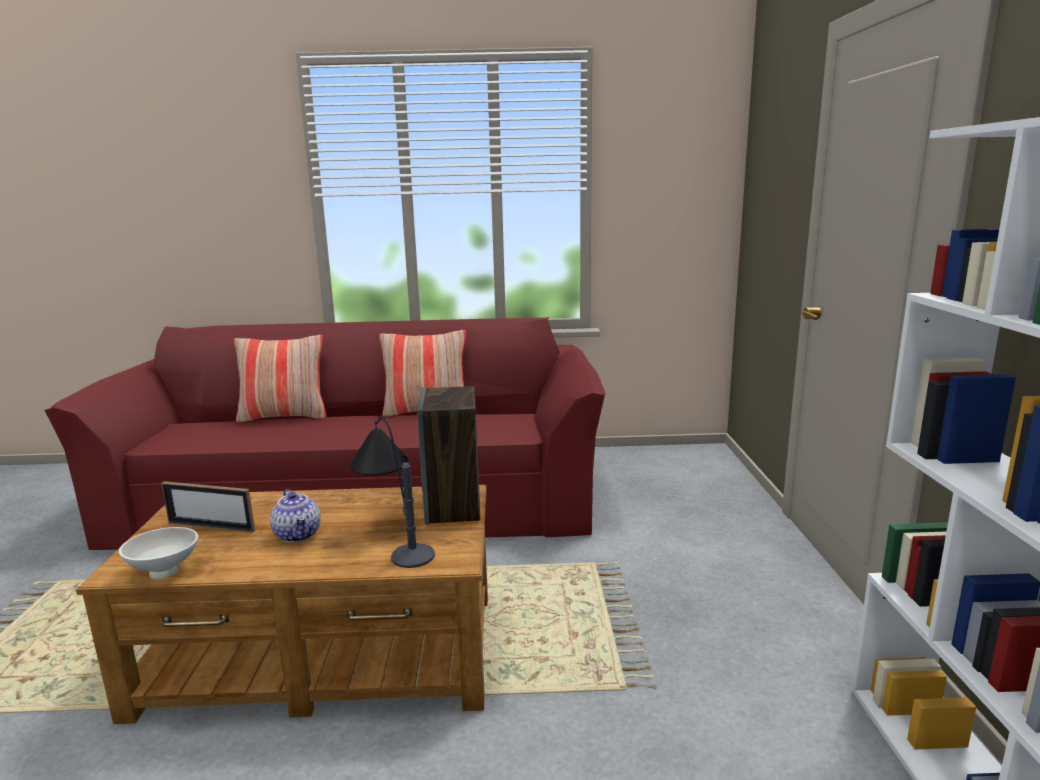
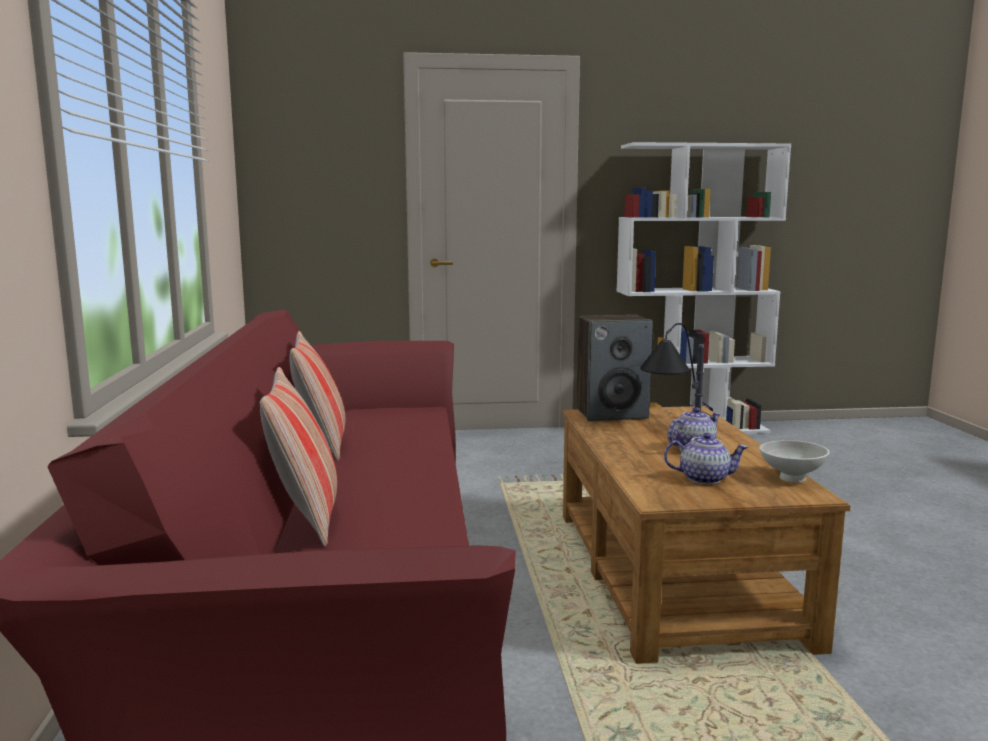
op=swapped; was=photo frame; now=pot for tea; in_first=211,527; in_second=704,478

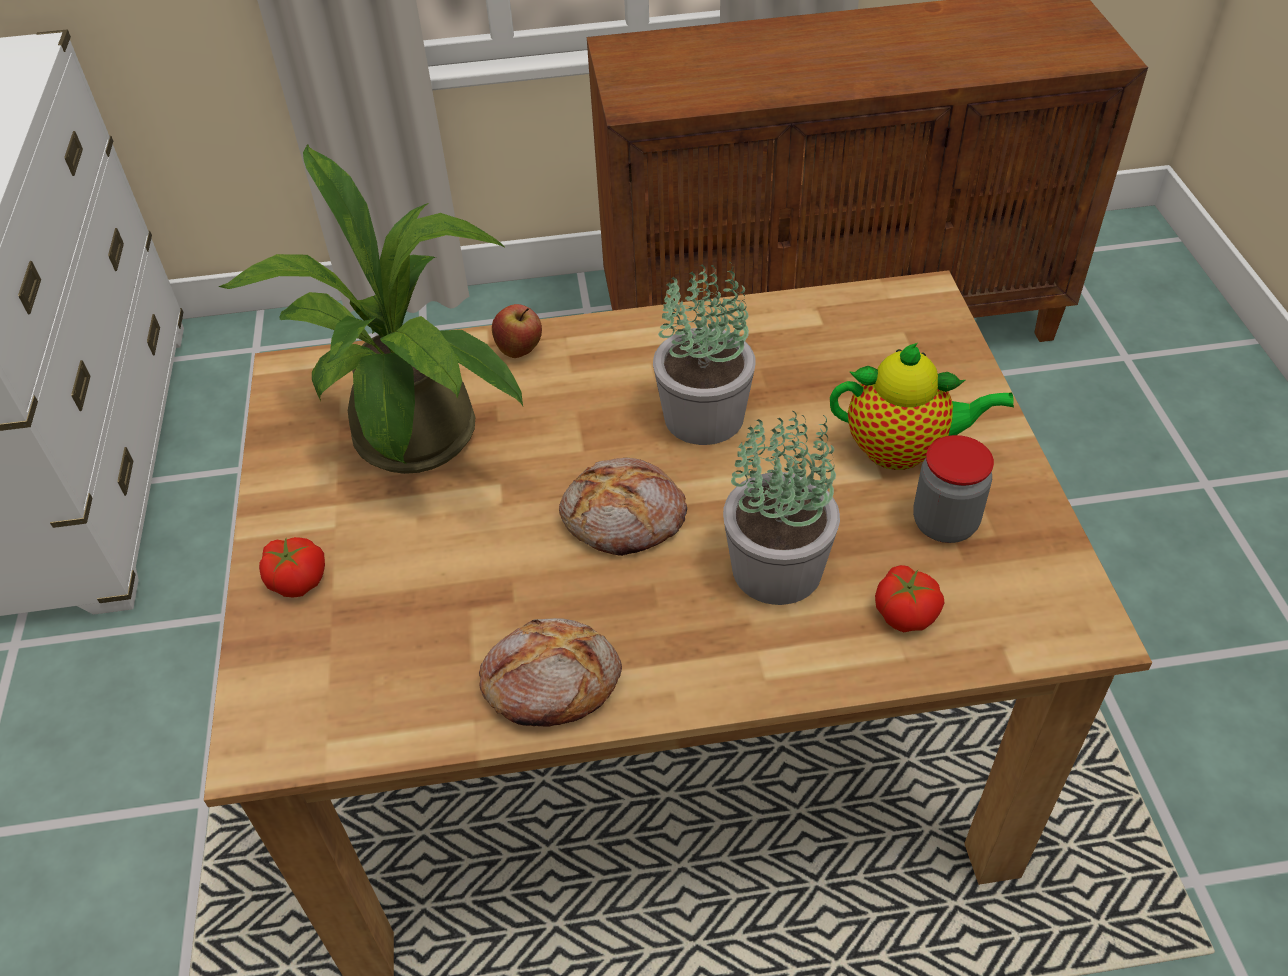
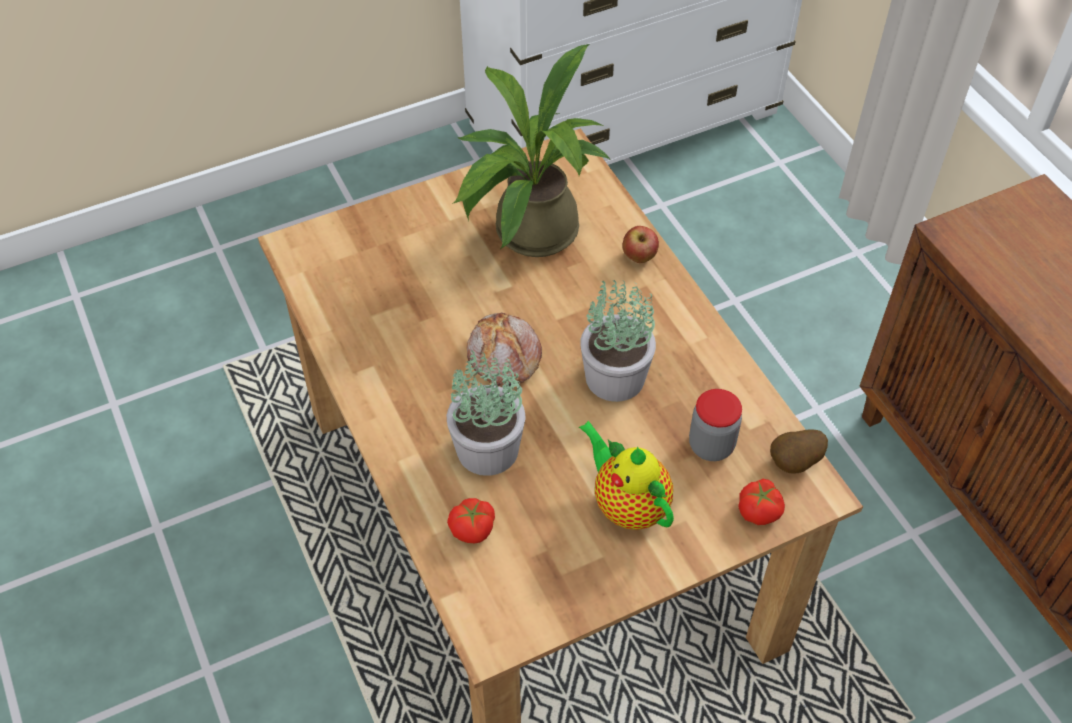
op=shifted; was=whole tomato; in_first=297,579; in_second=759,510
op=gone; was=baked bread; in_first=550,681
op=rotated; was=pot for tea; in_first=903,450; in_second=627,504; clockwise=150
op=shifted; was=preserve jar; in_first=944,523; in_second=711,445
op=new; now=spud; in_second=795,463

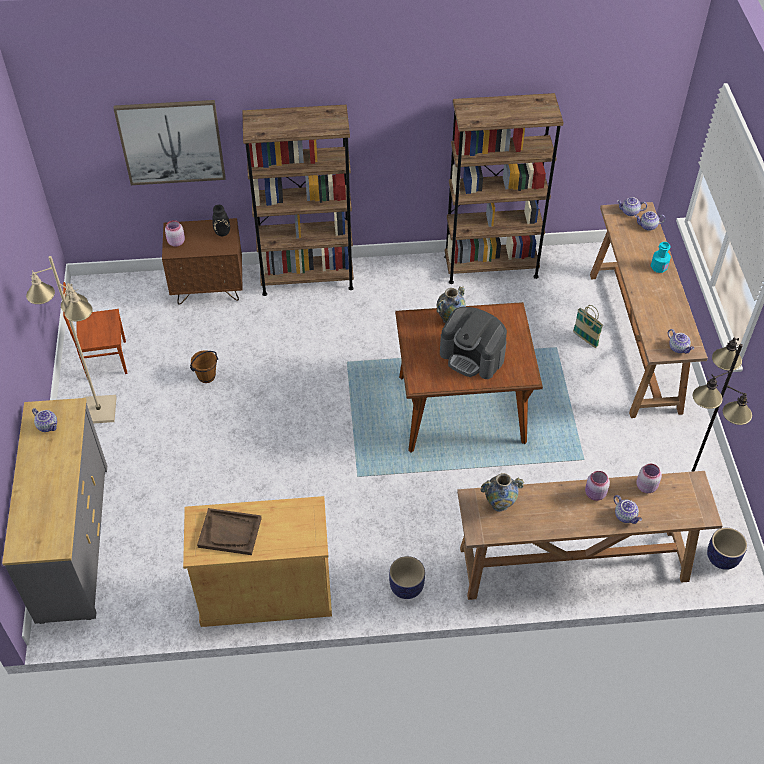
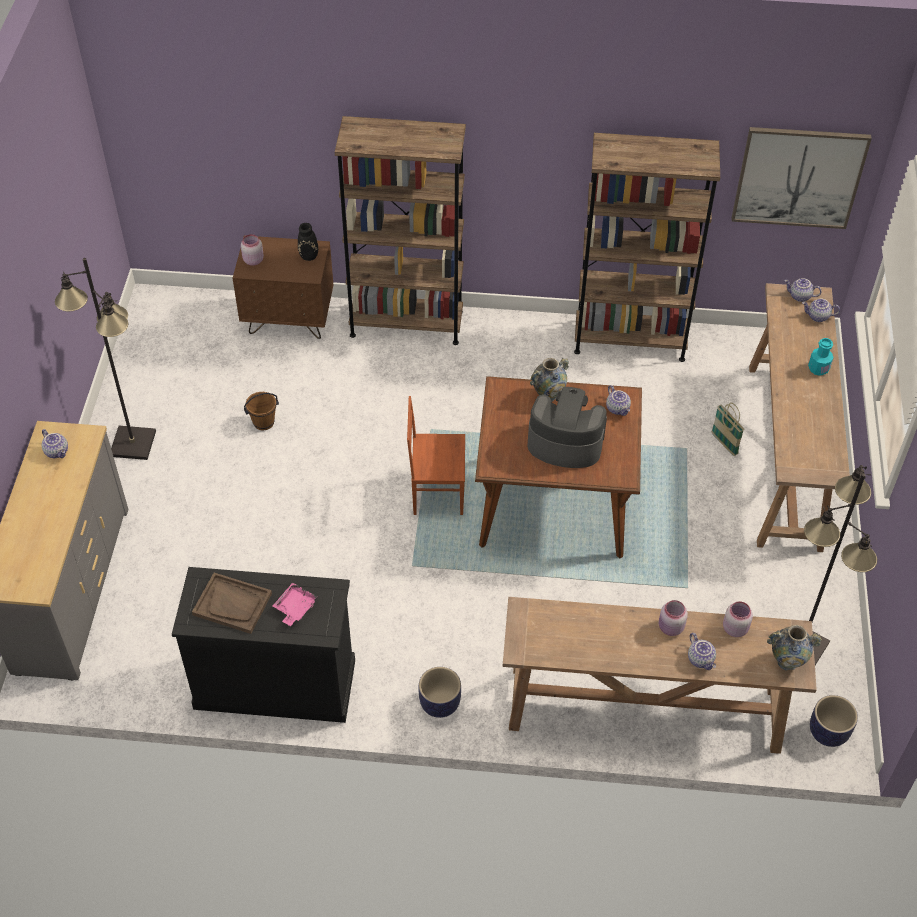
op=repainted; was=standard lamp in beige; now=standard lamp in black; in_first=98,410; in_second=132,443
op=shifted; was=chair in brown; in_first=105,359; in_second=437,492
op=shifted; was=wall picture; in_first=171,142; in_second=799,177
op=repainted; was=cupboard in beige; now=cupboard in black; in_first=265,593; in_second=275,683
op=rotated; was=coffee machine; in_first=472,356; in_second=564,443; clockwise=150
op=shifted; was=vase; in_first=499,505; in_second=787,662
op=shifted; was=pot for tea; in_first=678,348; in_second=618,408
op=new; now=tray in pink-coloured; in_second=295,607

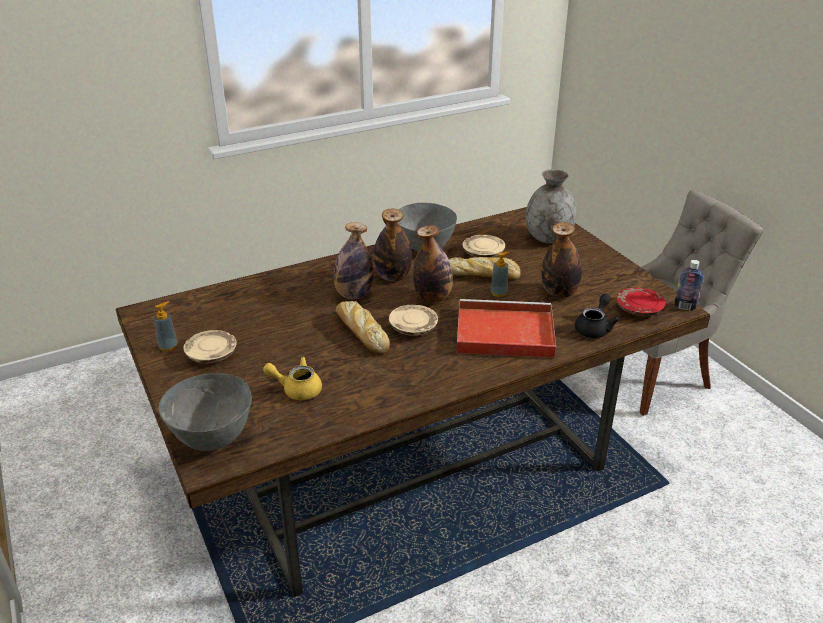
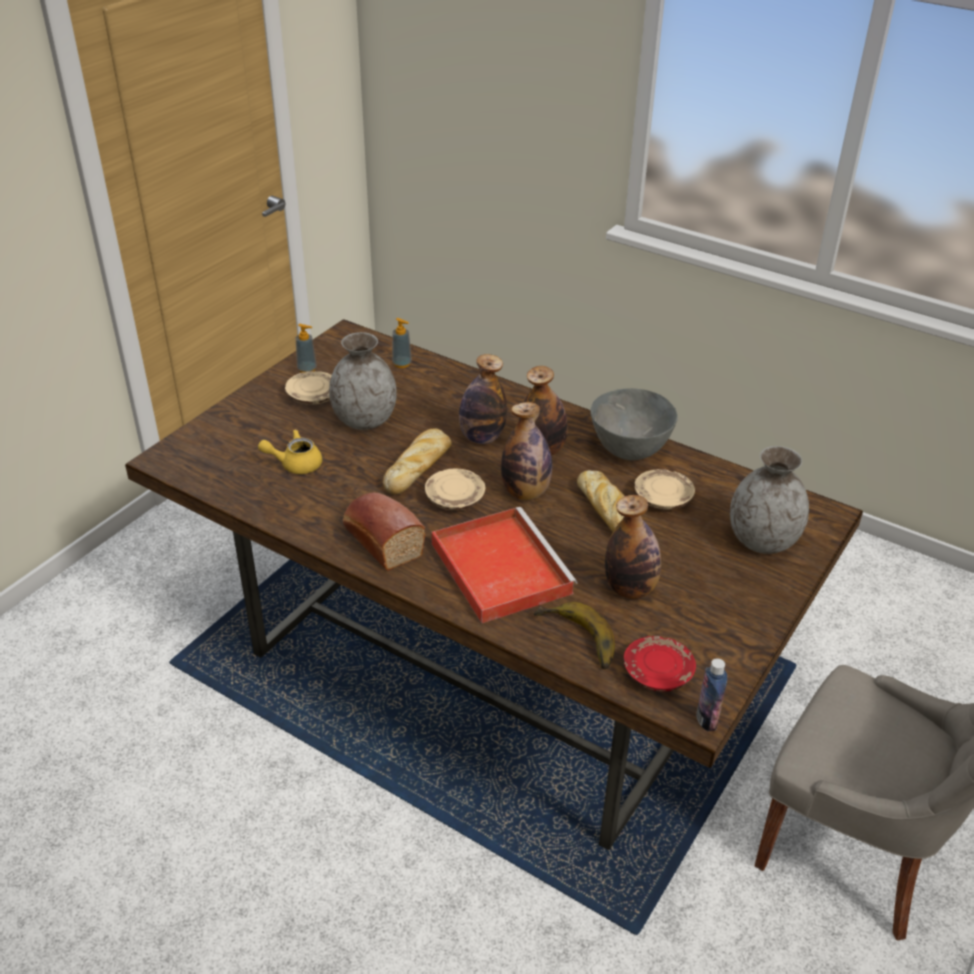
op=gone; was=deep dish in grey; in_first=212,438
op=rotated; was=pot for tea in yellowish; in_first=297,389; in_second=295,464; clockwise=-75
op=shifted; was=liquid soap bottle; in_first=498,293; in_second=402,364
op=swapped; was=pot for tea in black; now=whole banana; in_first=594,328; in_second=575,641
op=new; now=vase in grey; in_second=365,420
op=new; now=baked bread; in_second=381,540

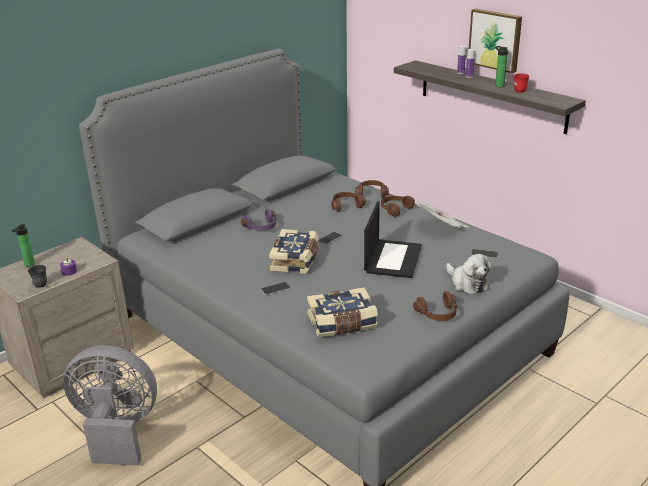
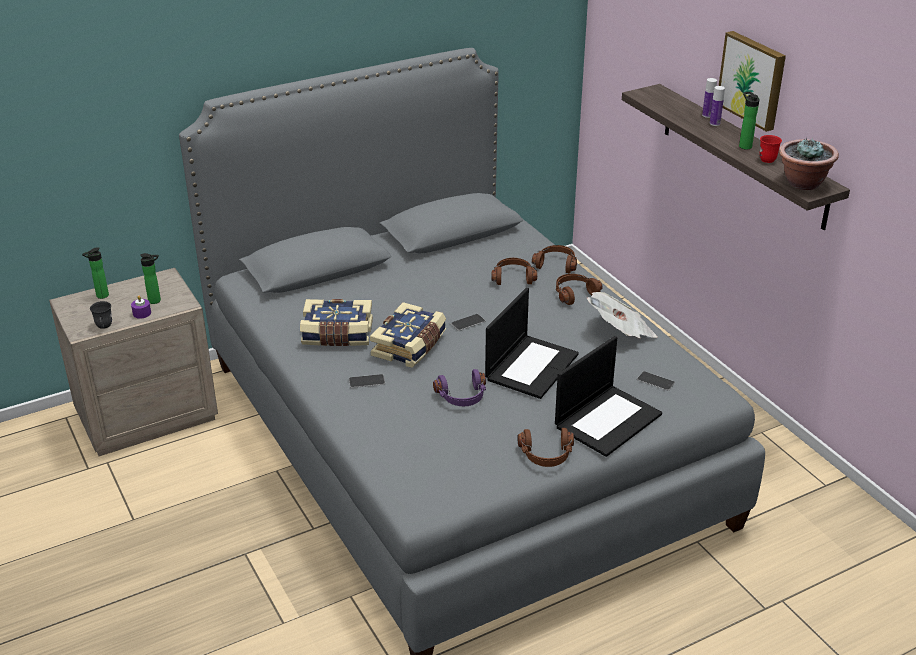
op=gone; was=fan in grey; in_first=117,430
op=shifted; was=pair of headphones in purplish; in_first=262,227; in_second=462,397
op=shifted; was=volume; in_first=342,323; in_second=337,335
op=swapped; was=plush toy; now=laptop; in_first=467,283; in_second=608,419
op=new; now=drink bottle; in_second=156,301
op=new; now=plant in a pot; in_second=802,183

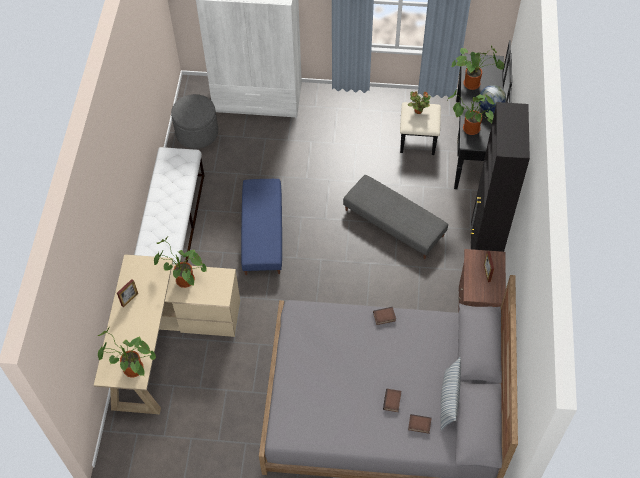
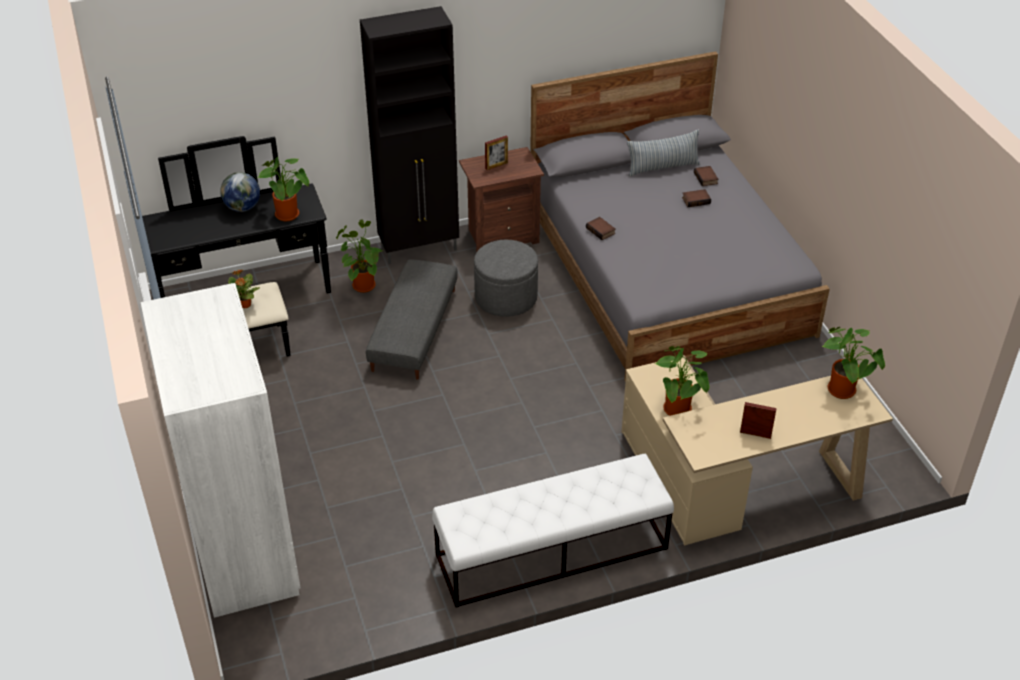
op=shifted; was=footrest in grey; in_first=197,132; in_second=506,297
op=gone; was=footrest in bluish; in_first=262,232
op=shifted; was=plant in a pot; in_first=473,83; in_second=362,285

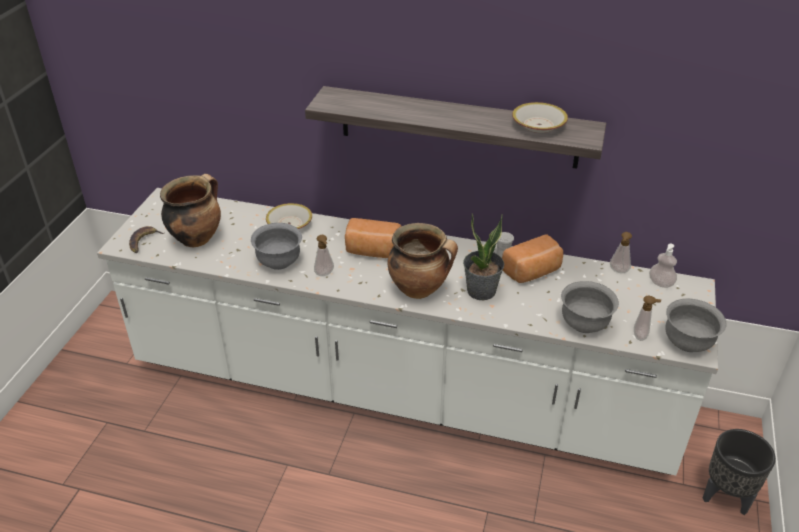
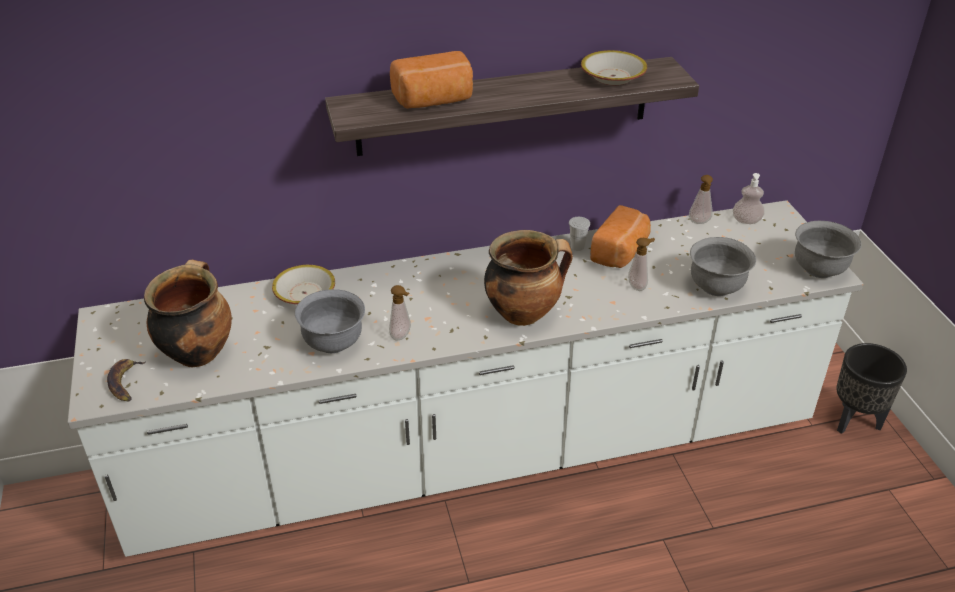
op=shifted; was=baked bread; in_first=372,251; in_second=434,100
op=gone; was=plant in a pot; in_first=481,291
op=shifted; was=liquid soap bottle; in_first=641,336; in_second=638,286

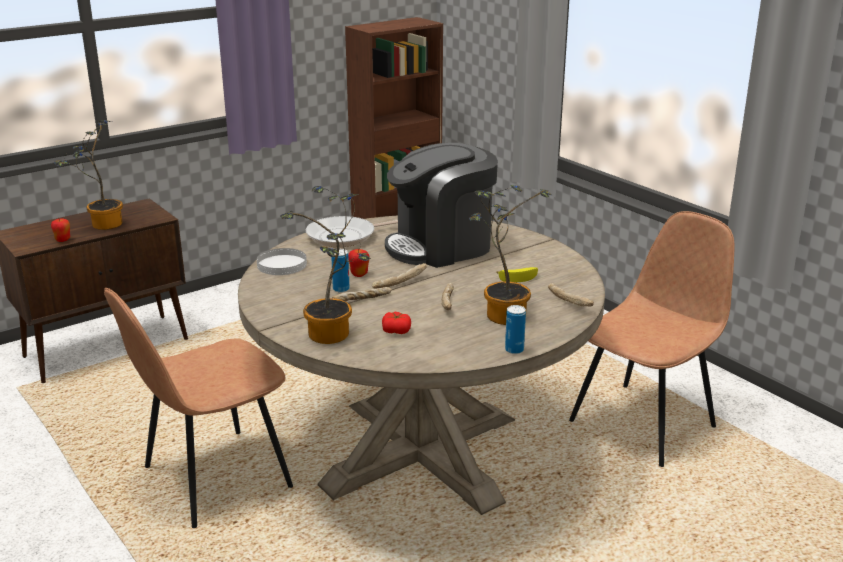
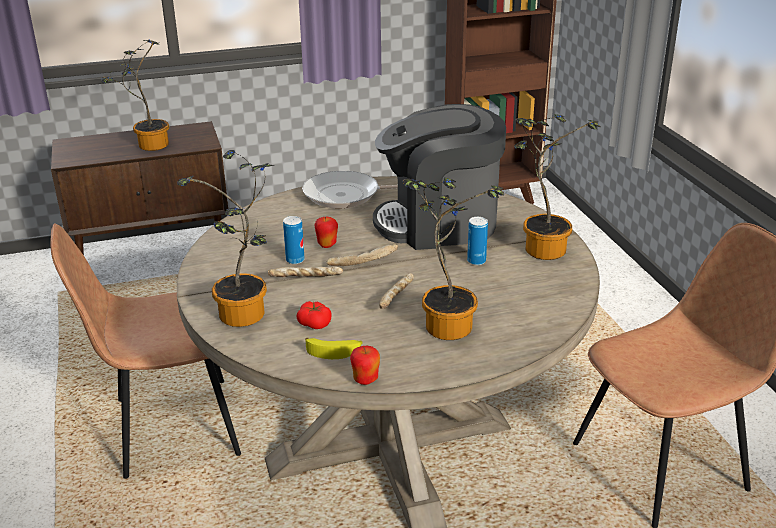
op=shifted; was=apple fruit; in_first=63,240; in_second=365,380
op=gone; was=flat dish in whitish; in_first=281,264
op=shifted; was=whole banana; in_first=519,277; in_second=334,351
op=shifted; was=can; in_first=514,350; in_second=476,261
op=gone; was=baked bread; in_first=569,301
op=new; now=plant in a pot; in_second=542,247

